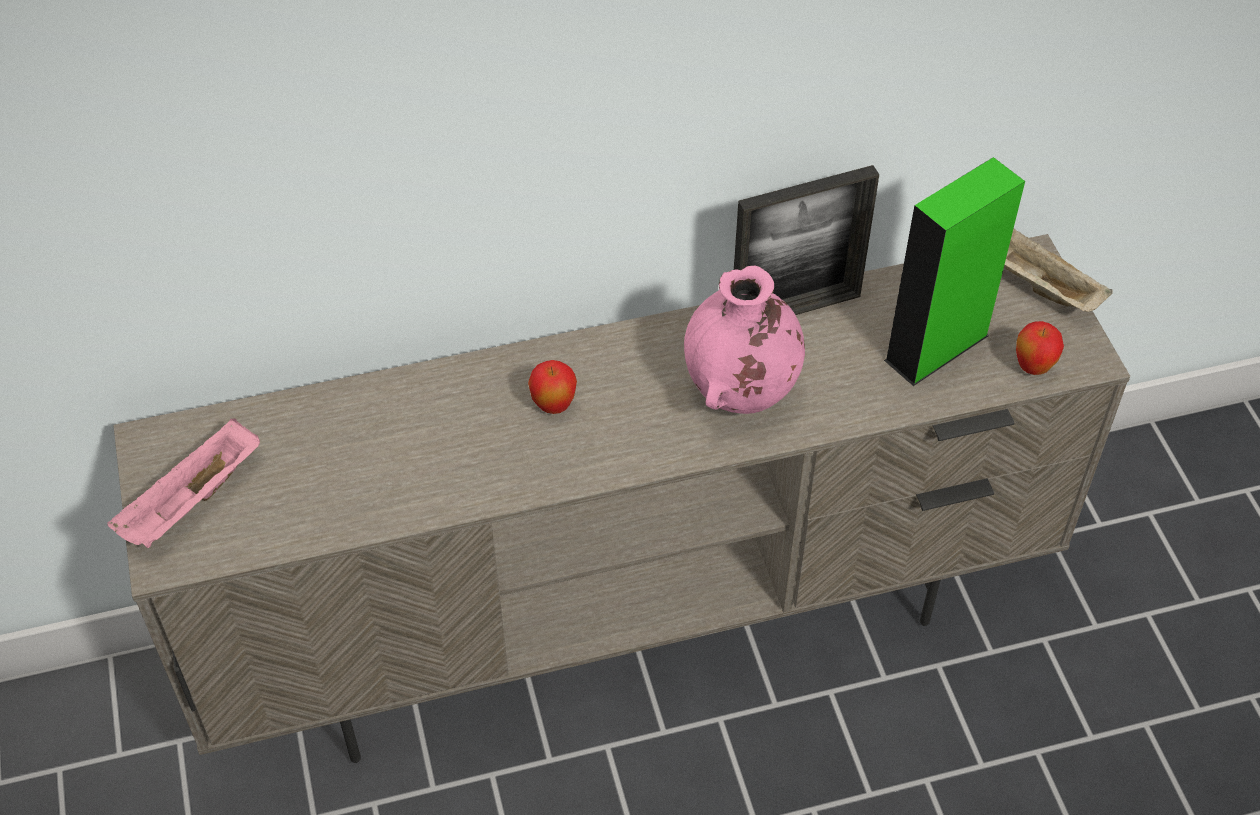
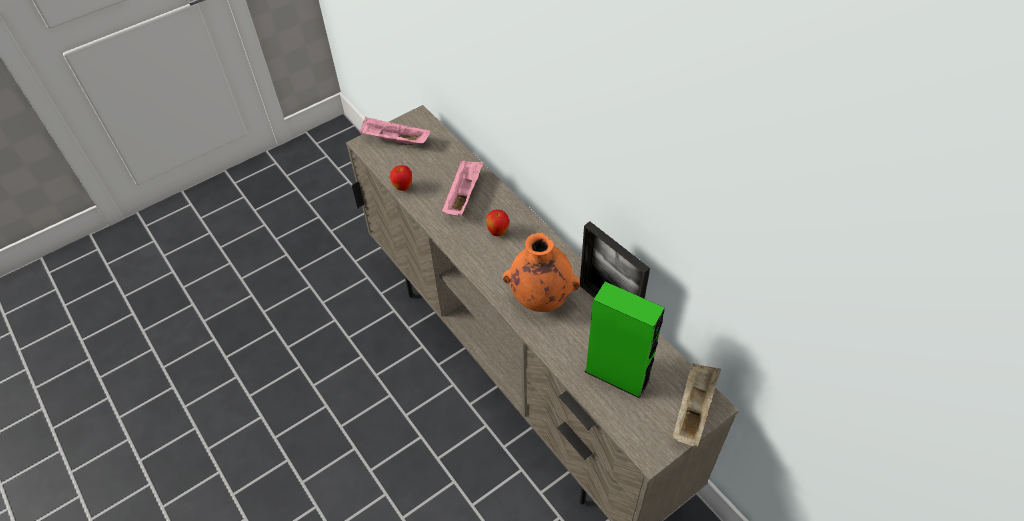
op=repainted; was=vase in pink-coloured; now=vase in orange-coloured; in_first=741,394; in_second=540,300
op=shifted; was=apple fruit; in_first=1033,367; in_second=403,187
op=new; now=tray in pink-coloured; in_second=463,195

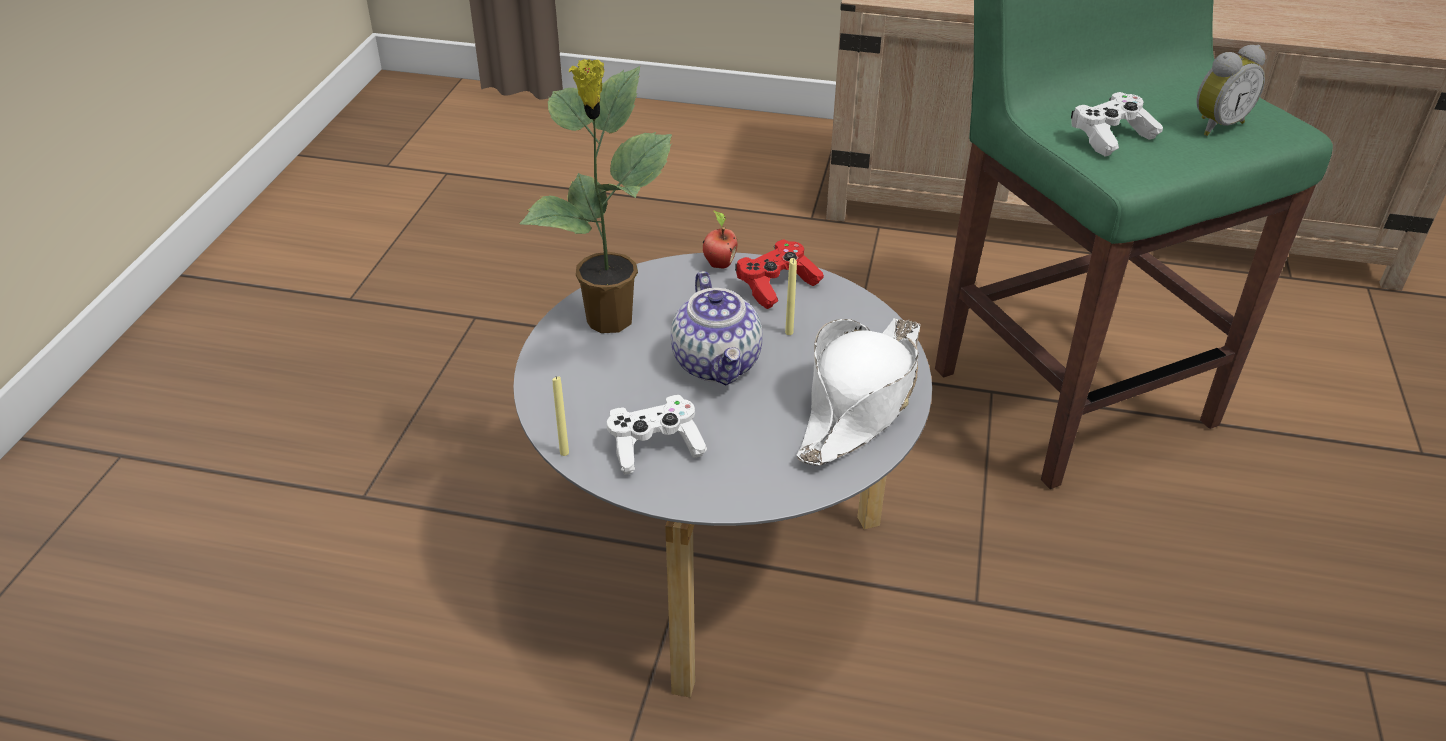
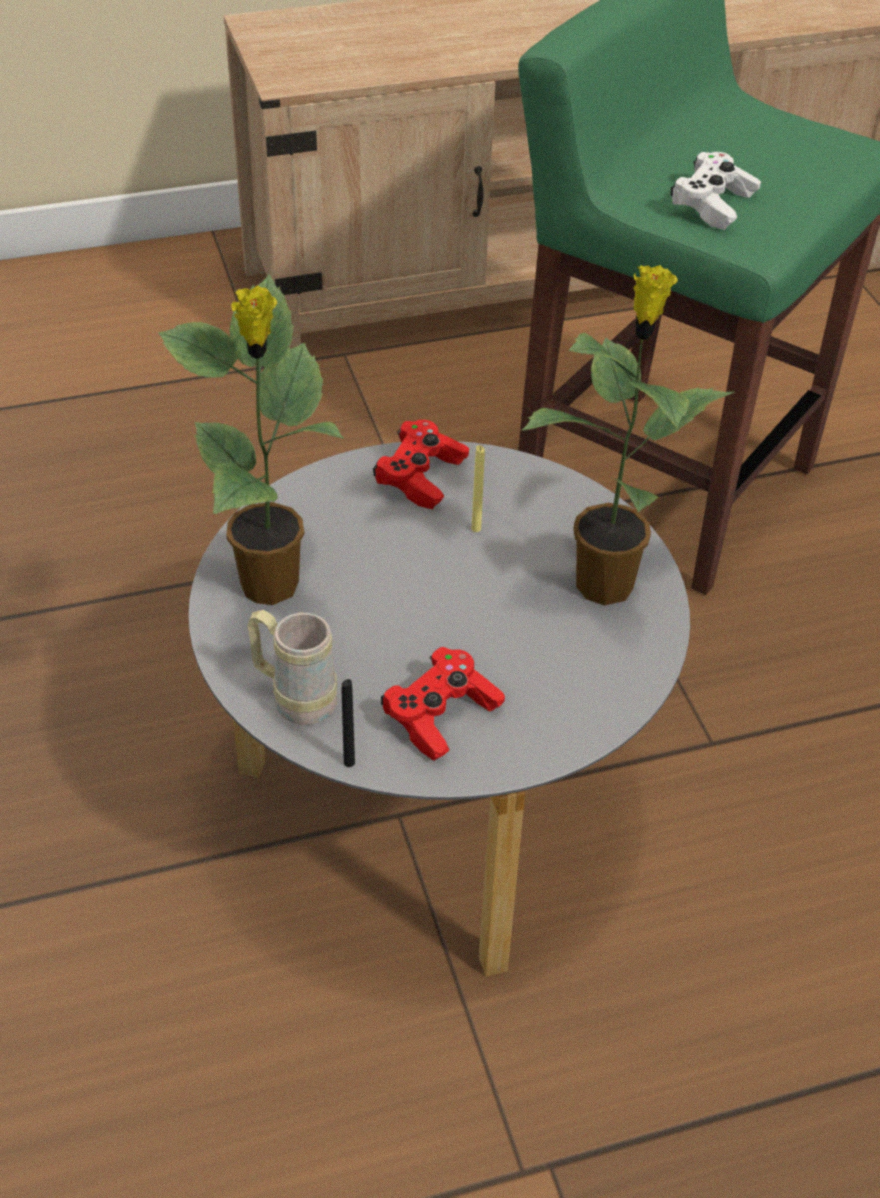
op=repainted; was=wax light in yellowish; now=wax light in black; in_first=564,453; in_second=349,763
op=repainted; was=game controller in whitish; now=game controller in reddish; in_first=655,447; in_second=441,716
op=gone; was=pot for tea; in_first=718,363
op=gone; was=apple fruit; in_first=719,264
op=swapped; was=clothing hat in whitish; now=plant in a pot; in_first=859,402; in_second=606,581
op=gone; was=table clock; in_first=1216,125
op=new; now=mug in beige; in_second=294,698

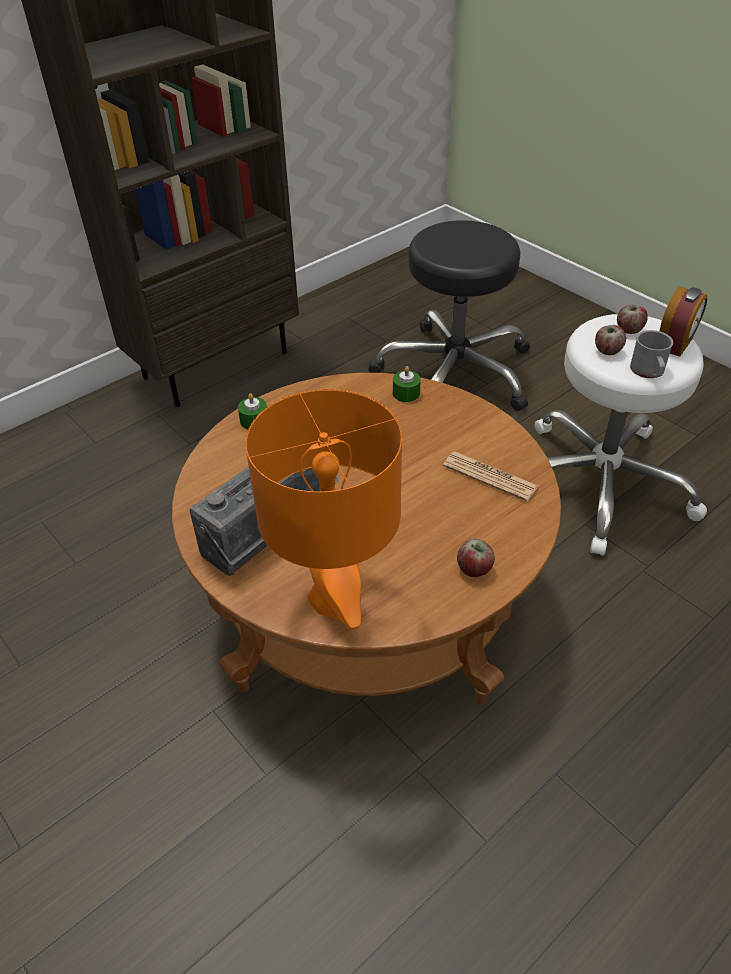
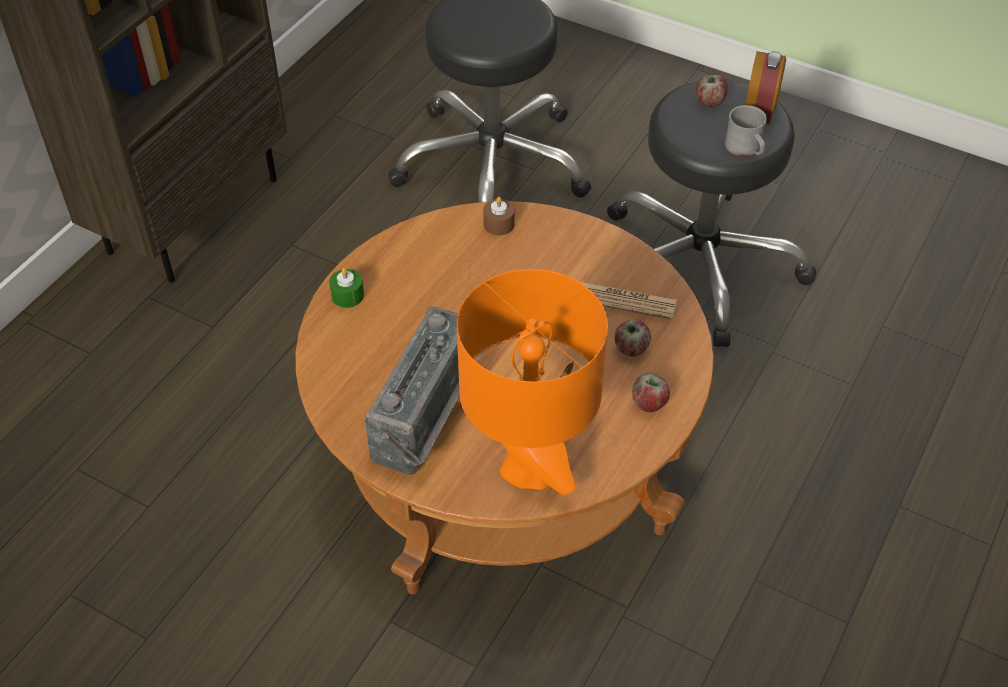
op=repainted; was=wax light in green-coloured; now=wax light in brown; in_first=406,393; in_second=499,224
op=repainted; was=stool in whitish; now=stool in black; in_first=599,483; in_second=697,265
op=shifted; was=apple fruit; in_first=607,351; in_second=631,349

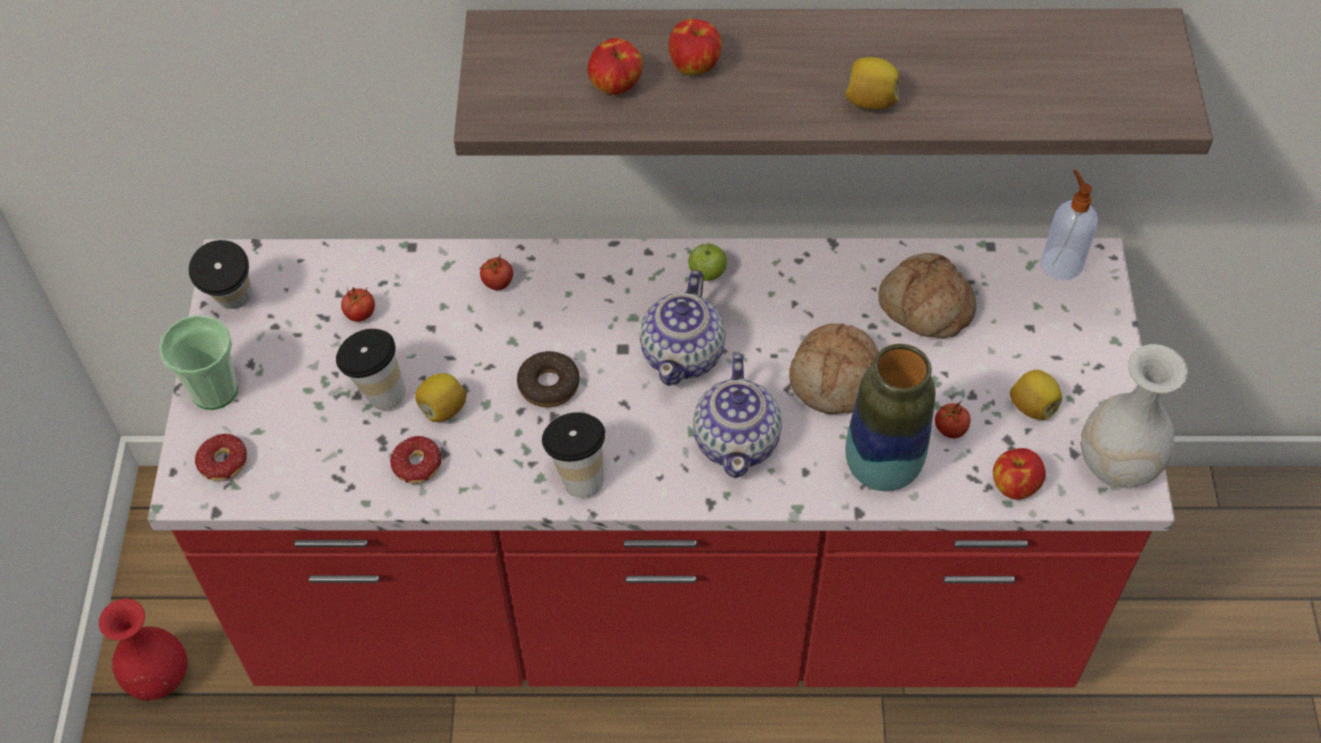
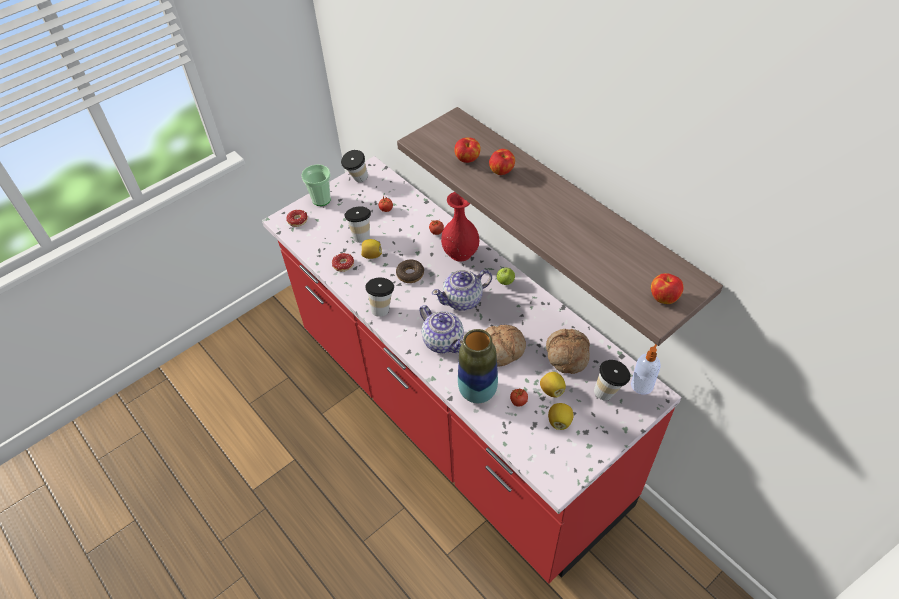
op=shifted; was=vase in reddish; in_first=158,677; in_second=460,252
op=rotated; was=pot for tea; in_first=737,440; in_second=443,340; clockwise=-90
op=shifted; was=lemon; in_first=869,101; in_second=552,390
op=shifted; was=apple fruit; in_first=1014,486; in_second=664,297
op=gone; was=vase in whitish; in_first=1116,463
op=new; now=cup; in_second=609,392

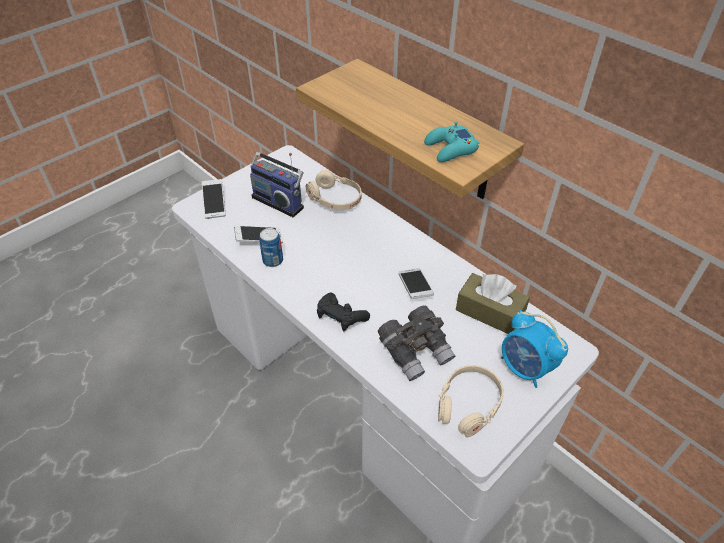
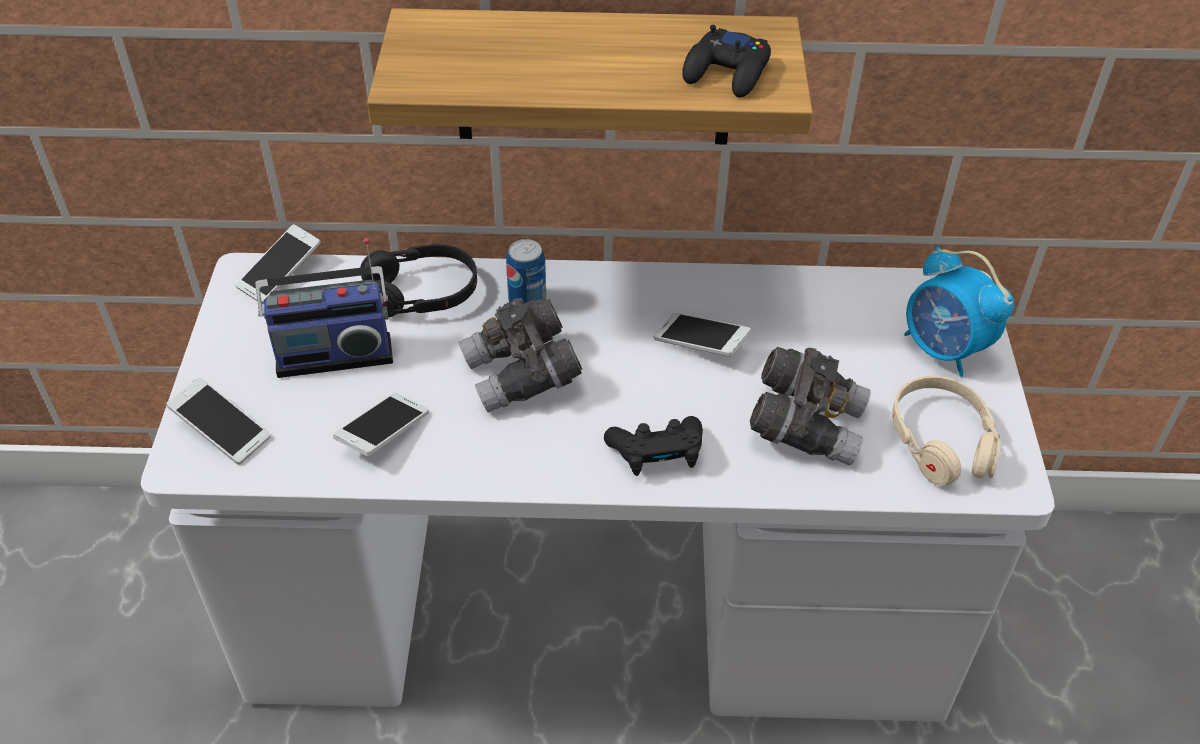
op=shifted; was=can; in_first=273,260; in_second=527,301
op=repainted; was=pair of headphones in beige; now=pair of headphones in black; in_first=334,199; in_second=421,294
op=repainted; was=game controller in turquoise-coloured; now=game controller in black; in_first=450,149; in_second=727,72
op=gone; was=tissue box in brown; in_first=489,312
op=rotated; was=table clock; in_first=525,368; in_second=944,350; clockwise=45
op=new; now=phone; in_second=281,274
op=new; now=pair of binoculars in grey; in_second=522,375

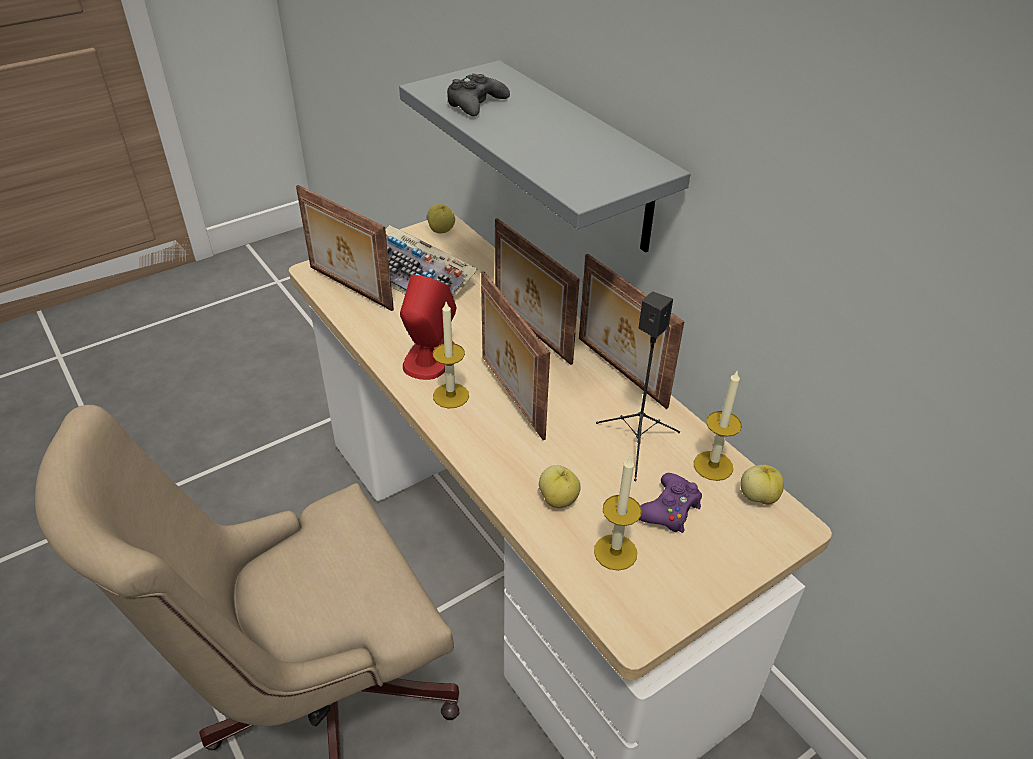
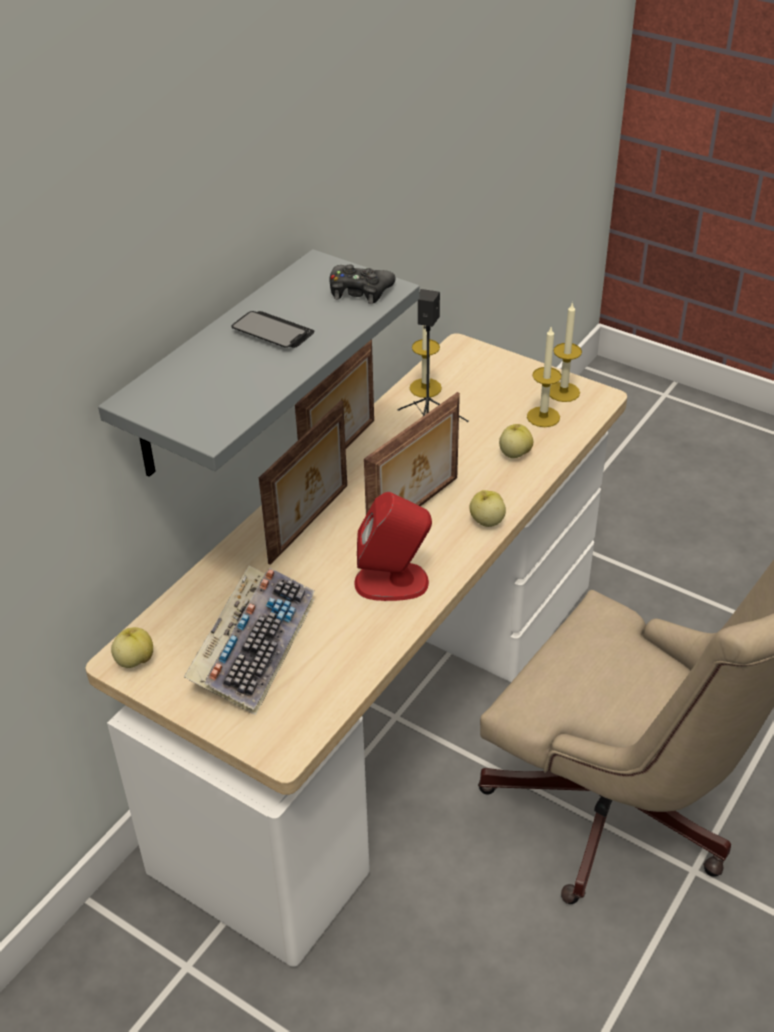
op=gone; was=photo frame; in_first=349,289
op=shifted; was=wax light; in_first=451,395; in_second=563,392
op=shifted; was=game controller in black; in_first=475,104; in_second=359,291
op=gone; was=game controller in purplish; in_first=669,509
op=shifted; was=apple fruit; in_first=758,496; in_second=486,521
op=new; now=phone; in_second=273,332

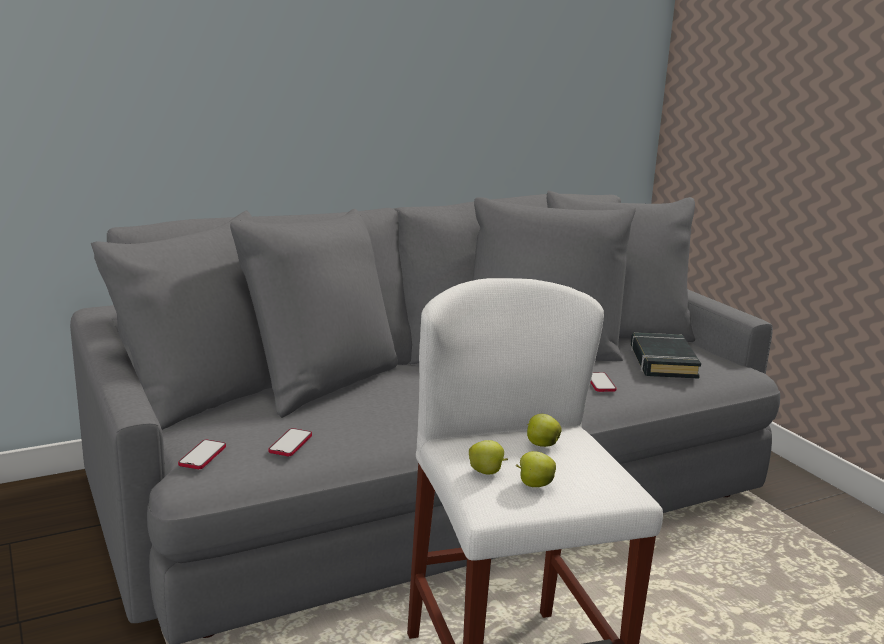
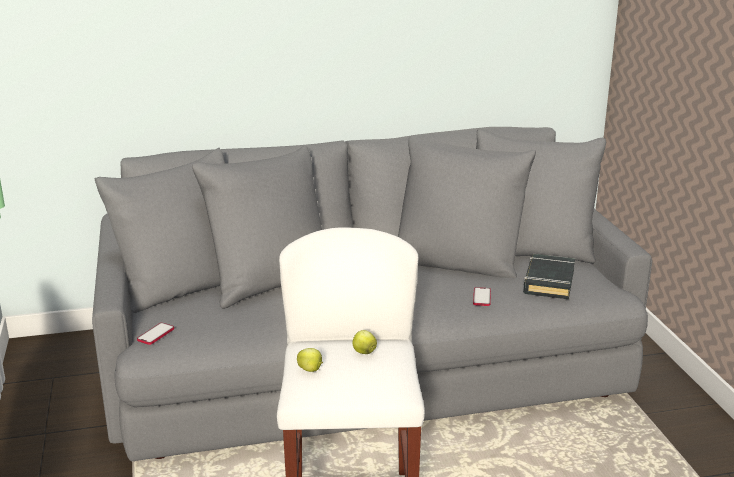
op=gone; was=phone; in_first=290,444
op=gone; was=apple fruit; in_first=534,485

